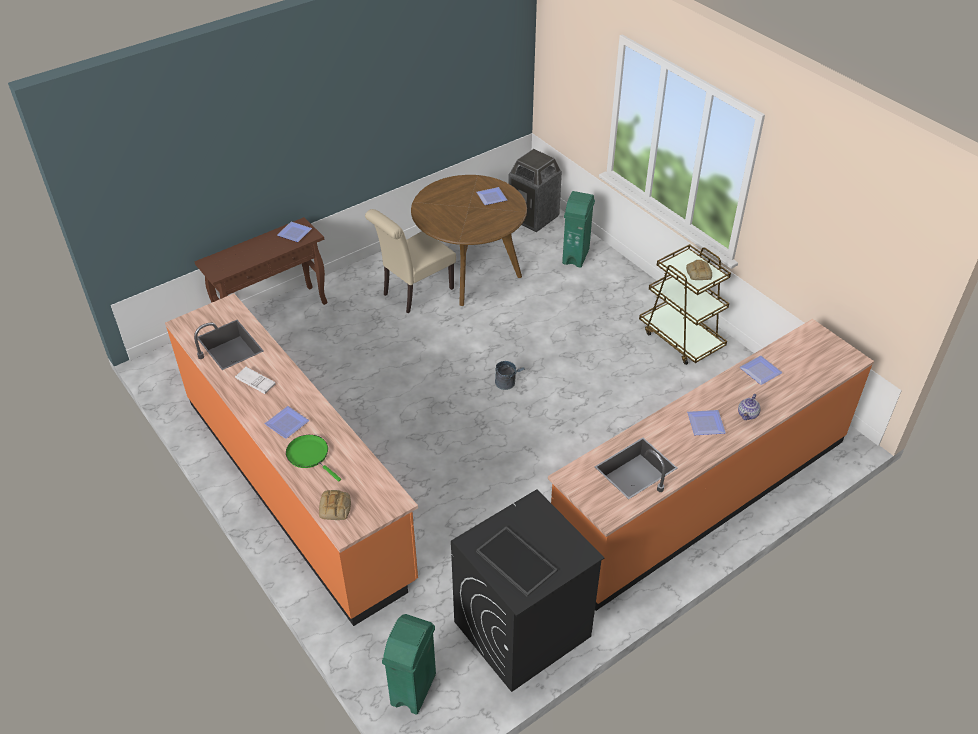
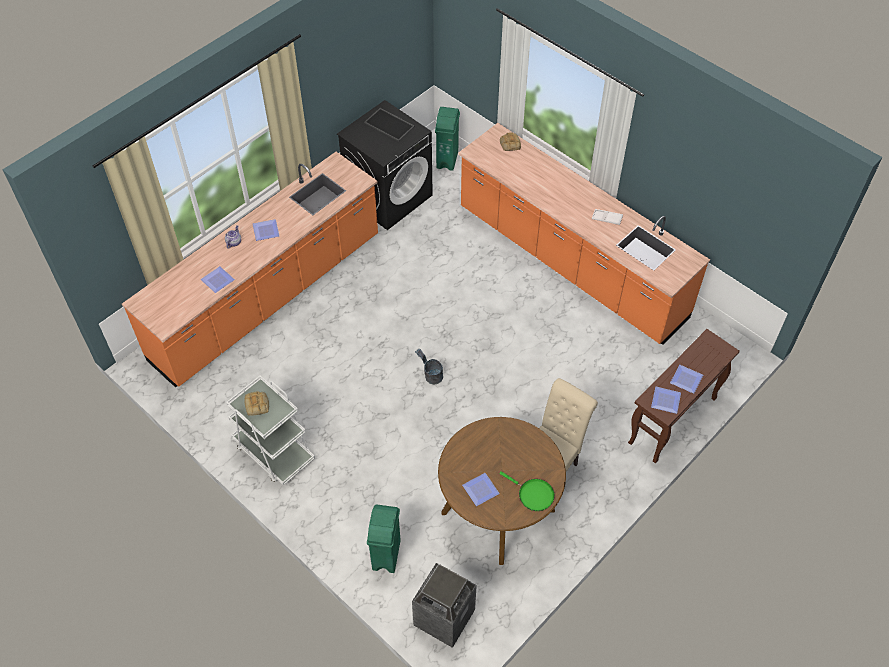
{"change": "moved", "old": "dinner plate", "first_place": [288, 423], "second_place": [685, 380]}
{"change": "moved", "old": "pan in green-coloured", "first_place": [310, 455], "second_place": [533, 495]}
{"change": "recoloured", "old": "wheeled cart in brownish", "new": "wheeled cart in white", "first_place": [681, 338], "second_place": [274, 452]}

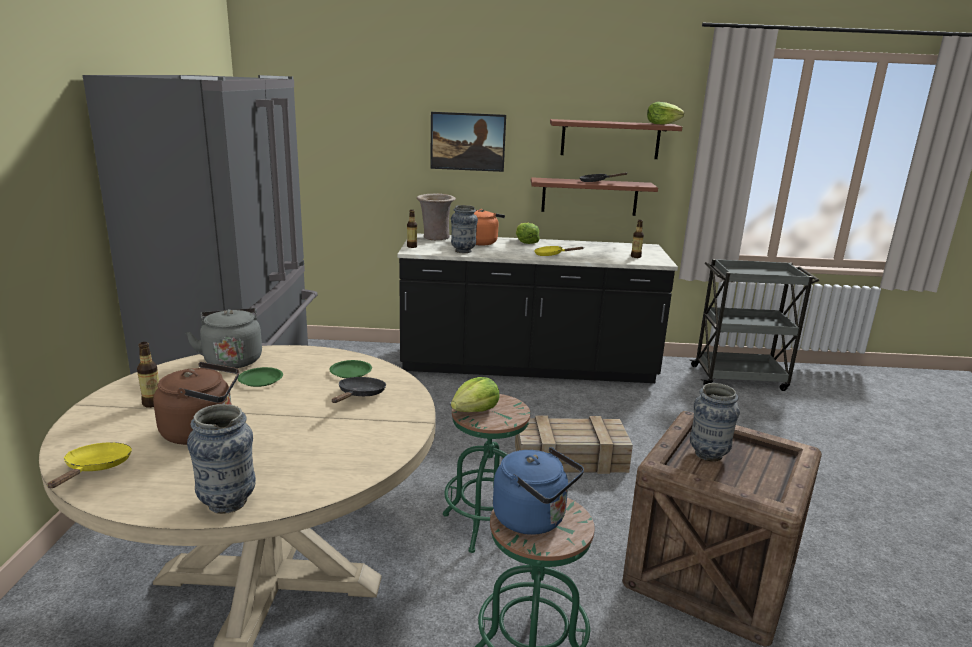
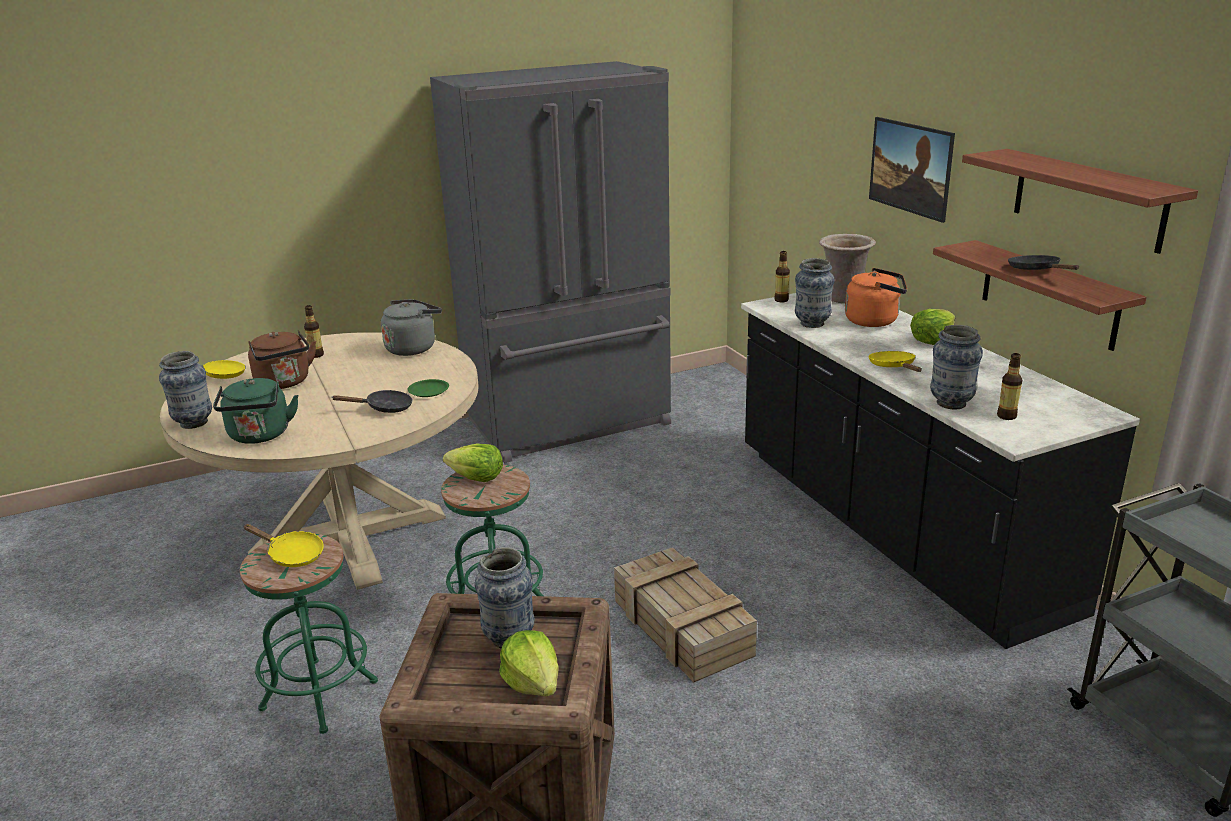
{"change": "removed", "old": "dinner plate in green-coloured", "first_place": [260, 380]}
{"change": "replaced", "old": "water kettle in blue-coloured", "new": "pan in yellow", "first_place": [534, 519], "second_place": [291, 555]}
{"change": "moved", "old": "lettuce", "first_place": [662, 124], "second_place": [533, 682]}
{"change": "added", "new": "water kettle in green-coloured", "second_place": [259, 436]}
{"change": "added", "new": "vase", "second_place": [951, 403]}

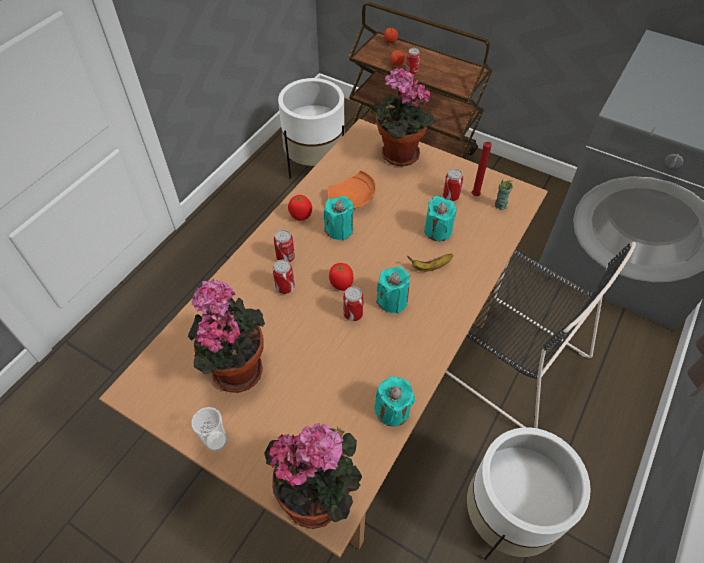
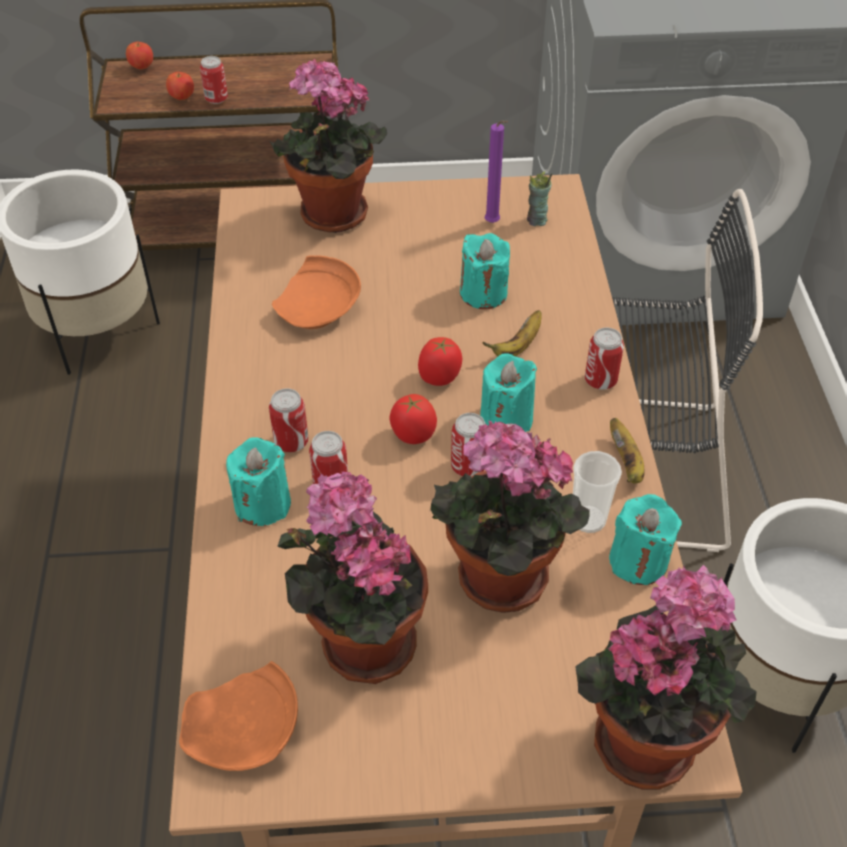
{"change": "moved", "old": "drinking cup", "first_place": [216, 441], "second_place": [588, 519]}
{"change": "moved", "old": "whole tomato", "first_place": [300, 216], "second_place": [440, 378]}
{"change": "moved", "old": "wax candle in turquoise", "first_place": [339, 229], "second_place": [262, 504]}
{"change": "moved", "old": "metal can", "first_place": [450, 196], "second_place": [600, 381]}
{"change": "recoloured", "old": "wax candle in reddish", "new": "wax candle in purple", "first_place": [475, 197], "second_place": [493, 224]}
{"change": "added", "new": "dinner plate in orangey", "second_place": [245, 733]}
{"change": "added", "new": "houseplant", "second_place": [496, 583]}
{"change": "added", "new": "banana", "second_place": [626, 463]}

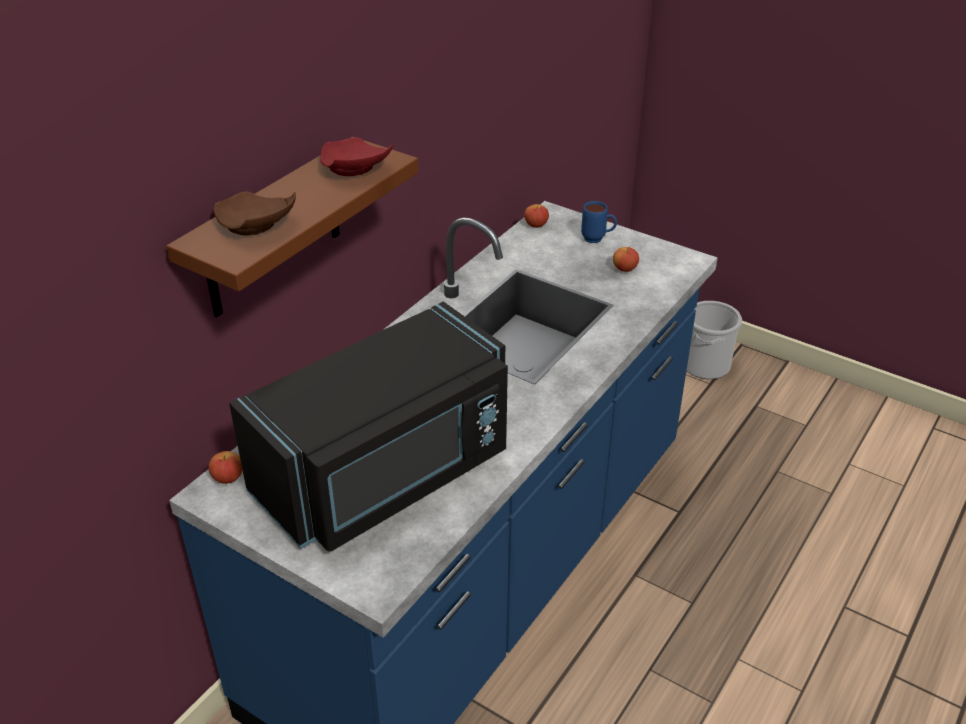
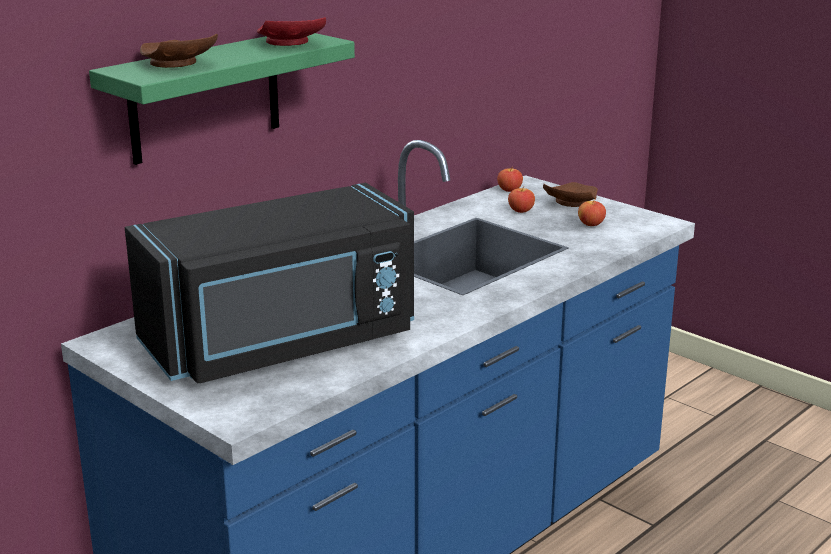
{"change": "recoloured", "old": "shelf in brownish", "new": "shelf in green-coloured", "first_place": [273, 230], "second_place": [205, 97]}
{"change": "moved", "old": "apple", "first_place": [228, 477], "second_place": [521, 210]}
{"change": "replaced", "old": "coffee mug in blue-coloured", "new": "dinner plate in brownish", "first_place": [598, 240], "second_place": [570, 203]}
{"change": "removed", "old": "water bucket", "first_place": [705, 365]}

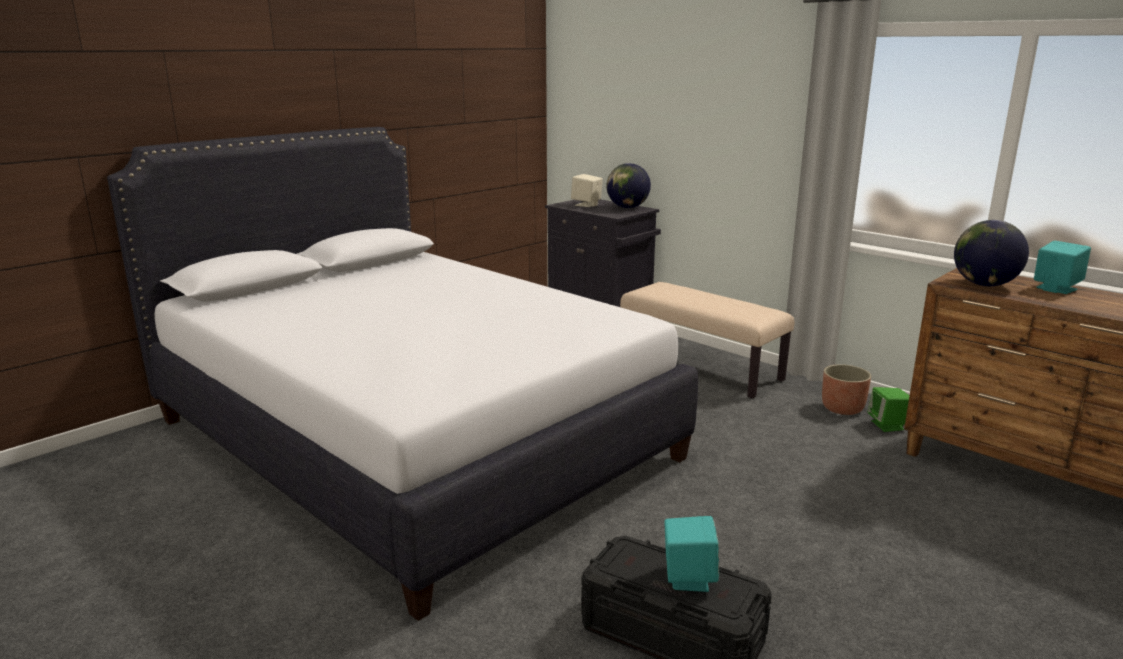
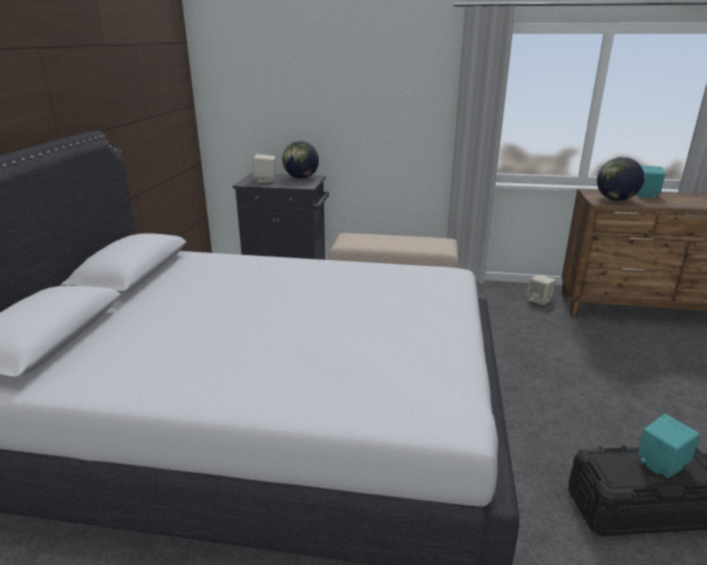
{"change": "removed", "old": "plant pot", "first_place": [842, 409]}
{"change": "recoloured", "old": "speaker in green-coloured", "new": "speaker in beige-coloured", "first_place": [888, 425], "second_place": [539, 300]}

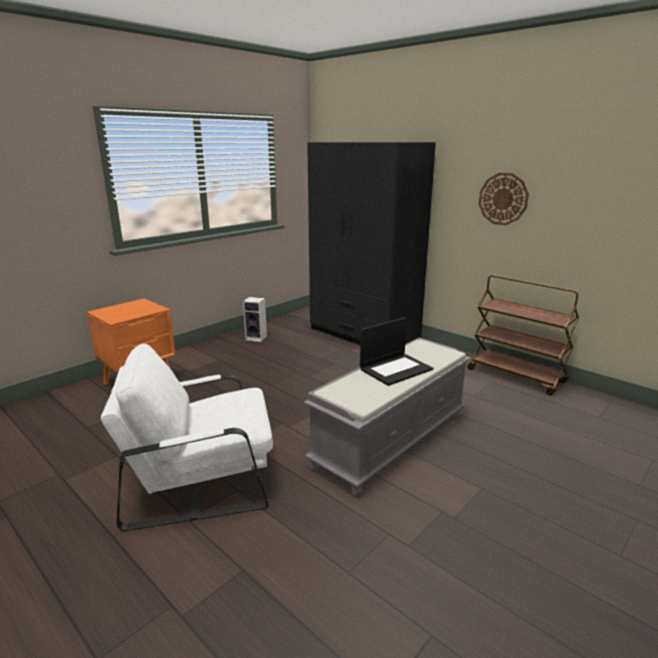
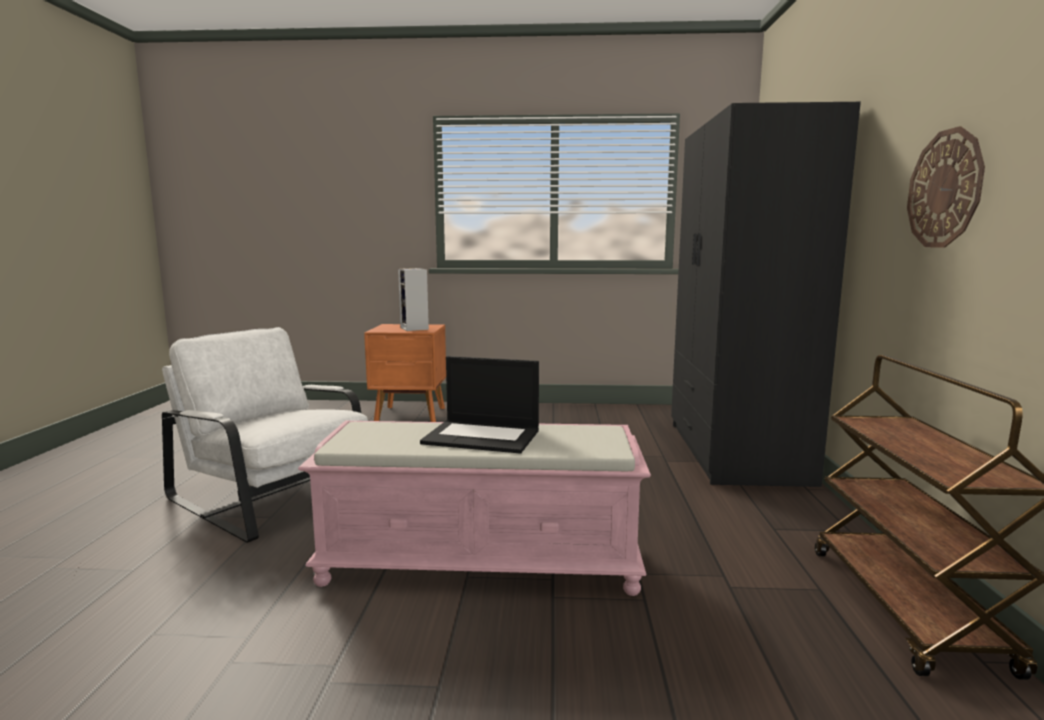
{"change": "moved", "old": "speaker", "first_place": [257, 338], "second_place": [415, 329]}
{"change": "recoloured", "old": "indoor bench in greyish", "new": "indoor bench in pinkish", "first_place": [391, 439], "second_place": [482, 562]}

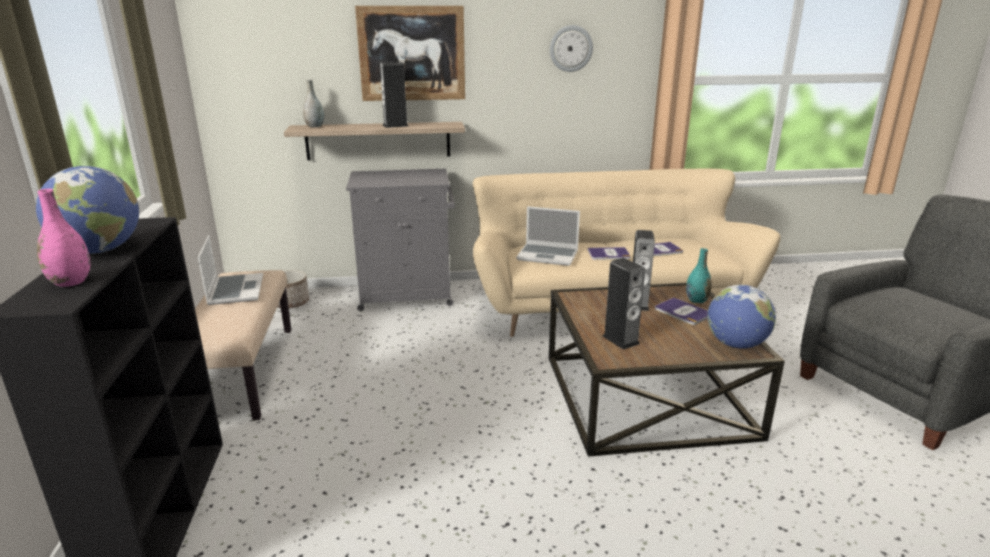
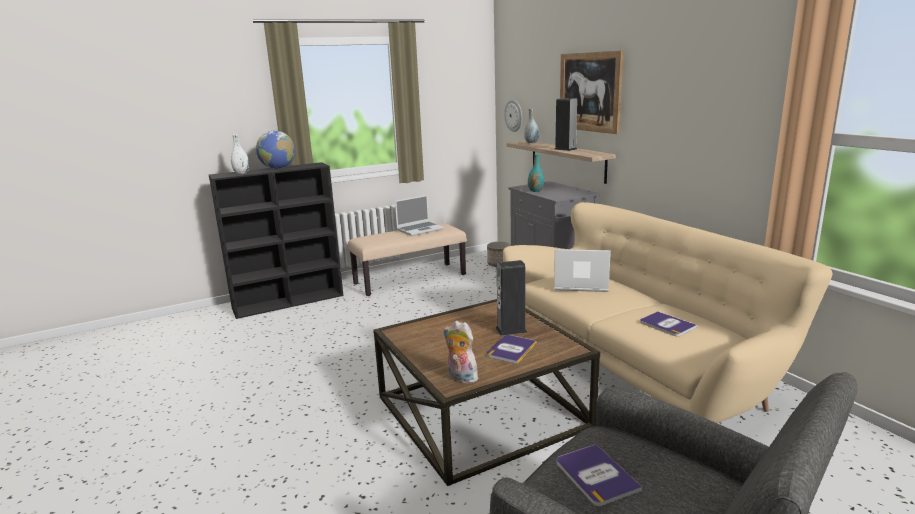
{"change": "recoloured", "old": "vase in pinkish", "new": "vase in white", "first_place": [71, 282], "second_place": [241, 173]}
{"change": "turned", "old": "laptop", "first_place": [548, 255], "second_place": [580, 284], "degrees": 105}
{"change": "moved", "old": "clock on the wall", "first_place": [570, 48], "second_place": [514, 115]}
{"change": "moved", "old": "bound book", "first_place": [608, 254], "second_place": [596, 475]}
{"change": "removed", "old": "speaker", "first_place": [620, 340]}
{"change": "moved", "old": "vase in turquoise", "first_place": [697, 300], "second_place": [535, 191]}
{"change": "replaced", "old": "desk globe", "new": "cuddly toy", "first_place": [736, 344], "second_place": [460, 378]}

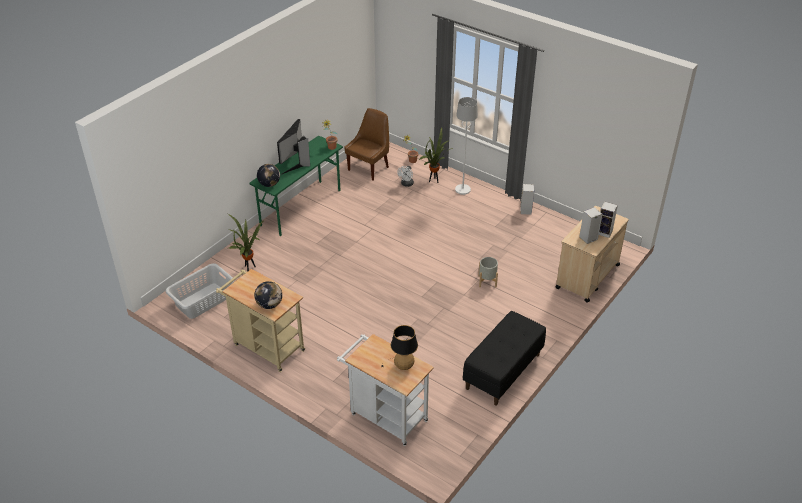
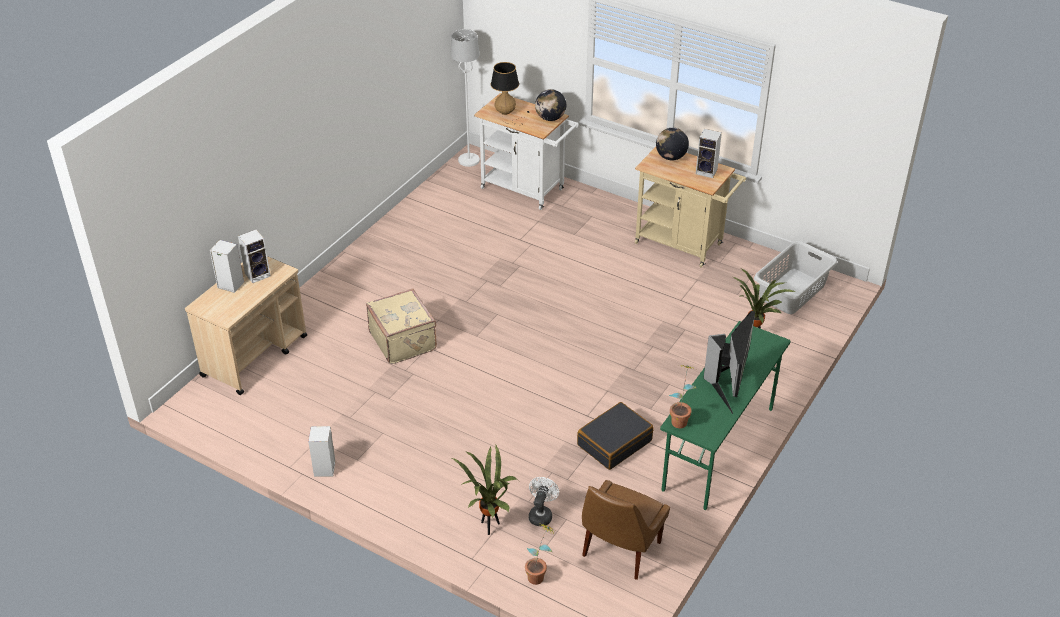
{"change": "moved", "old": "desk globe", "first_place": [269, 184], "second_place": [550, 118]}
{"change": "moved", "old": "standard lamp in white", "first_place": [462, 190], "second_place": [468, 160]}
{"change": "removed", "old": "indoor bench in black", "first_place": [503, 372]}
{"change": "replaced", "old": "plant pot in greyish", "new": "suitcase in beige-coloured", "first_place": [487, 281], "second_place": [403, 340]}
{"change": "added", "new": "suitcase in black", "second_place": [614, 442]}
{"change": "added", "new": "speaker", "second_place": [707, 171]}

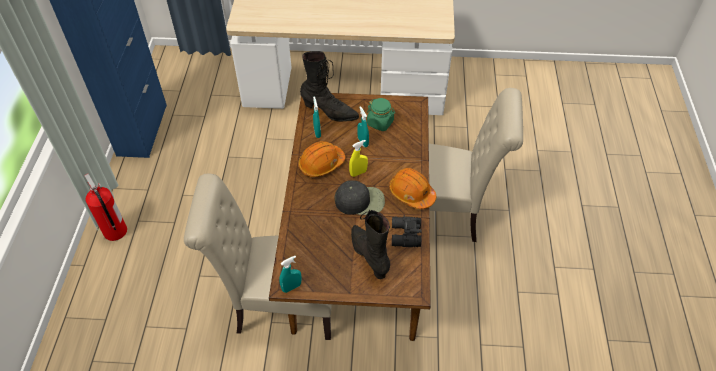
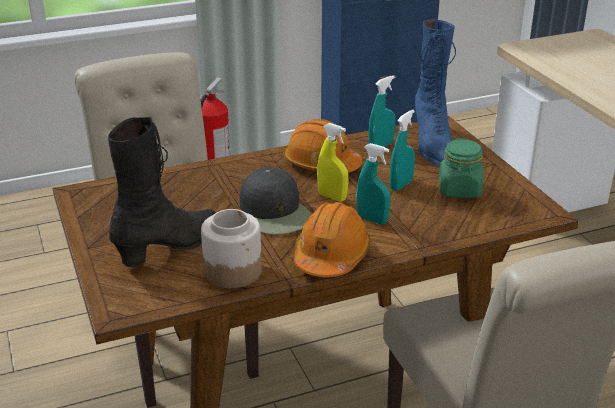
{"change": "moved", "old": "sprayer in turquoise", "first_place": [291, 287], "second_place": [372, 220]}
{"change": "recoloured", "old": "boot in black", "new": "boot in blue-coloured", "first_place": [329, 112], "second_place": [432, 144]}
{"change": "replaced", "old": "pair of binoculars in black", "new": "preserve jar", "first_place": [405, 235], "second_place": [233, 271]}

